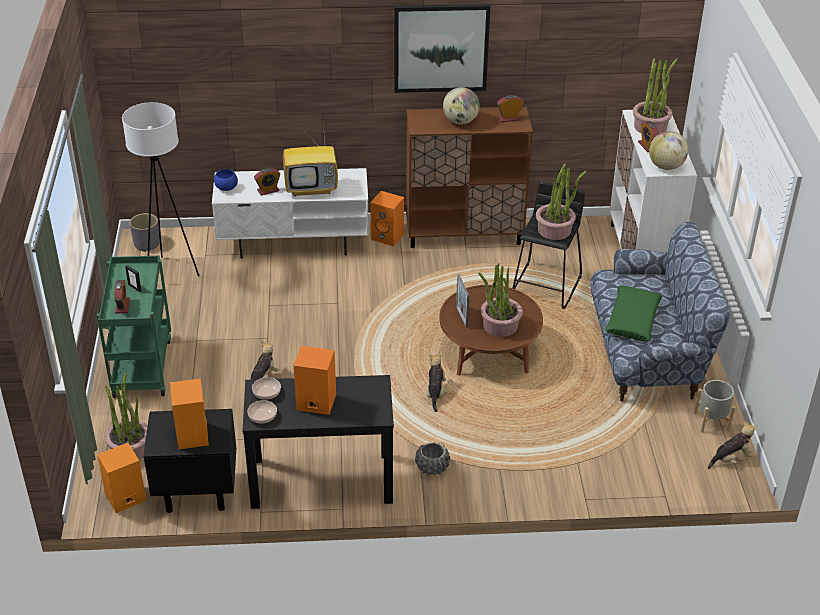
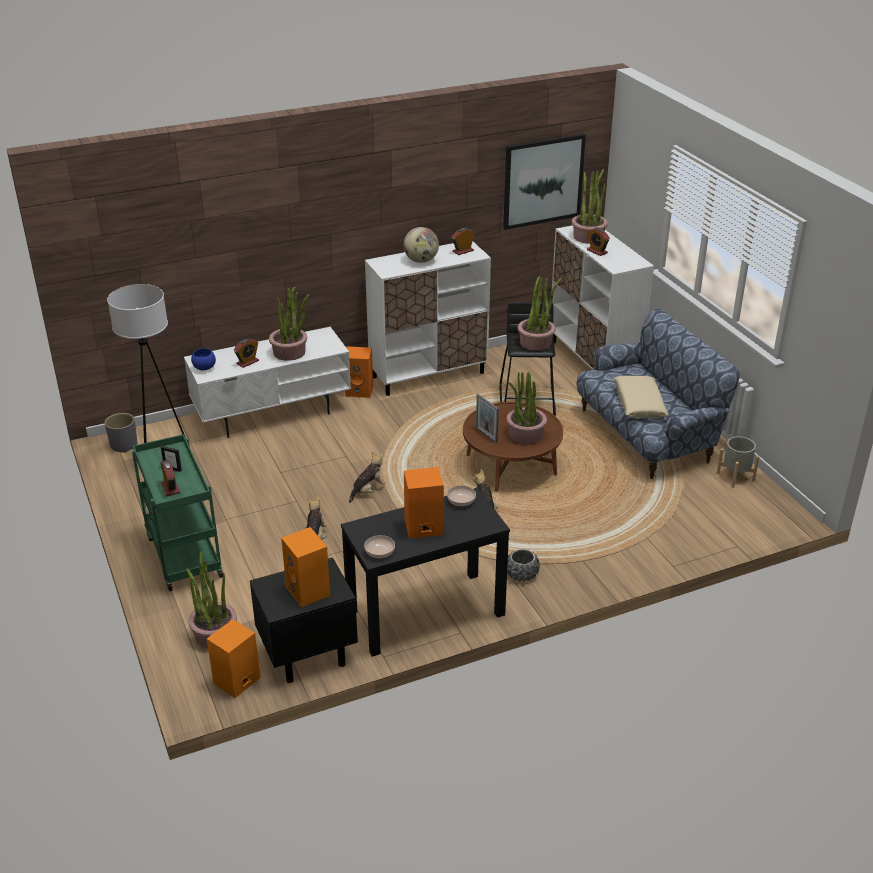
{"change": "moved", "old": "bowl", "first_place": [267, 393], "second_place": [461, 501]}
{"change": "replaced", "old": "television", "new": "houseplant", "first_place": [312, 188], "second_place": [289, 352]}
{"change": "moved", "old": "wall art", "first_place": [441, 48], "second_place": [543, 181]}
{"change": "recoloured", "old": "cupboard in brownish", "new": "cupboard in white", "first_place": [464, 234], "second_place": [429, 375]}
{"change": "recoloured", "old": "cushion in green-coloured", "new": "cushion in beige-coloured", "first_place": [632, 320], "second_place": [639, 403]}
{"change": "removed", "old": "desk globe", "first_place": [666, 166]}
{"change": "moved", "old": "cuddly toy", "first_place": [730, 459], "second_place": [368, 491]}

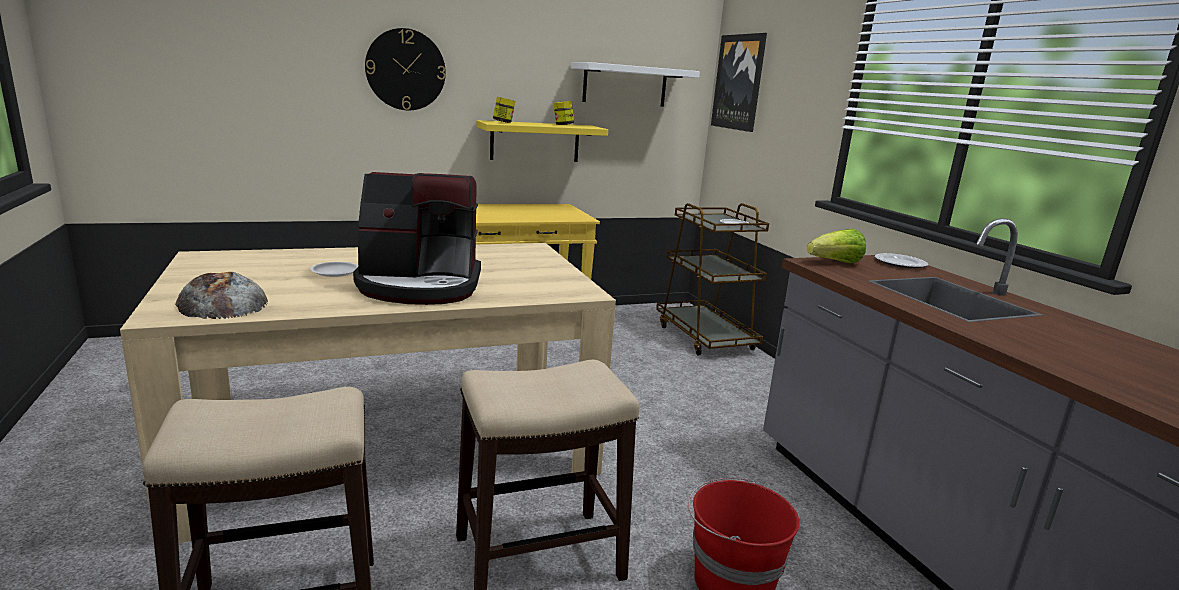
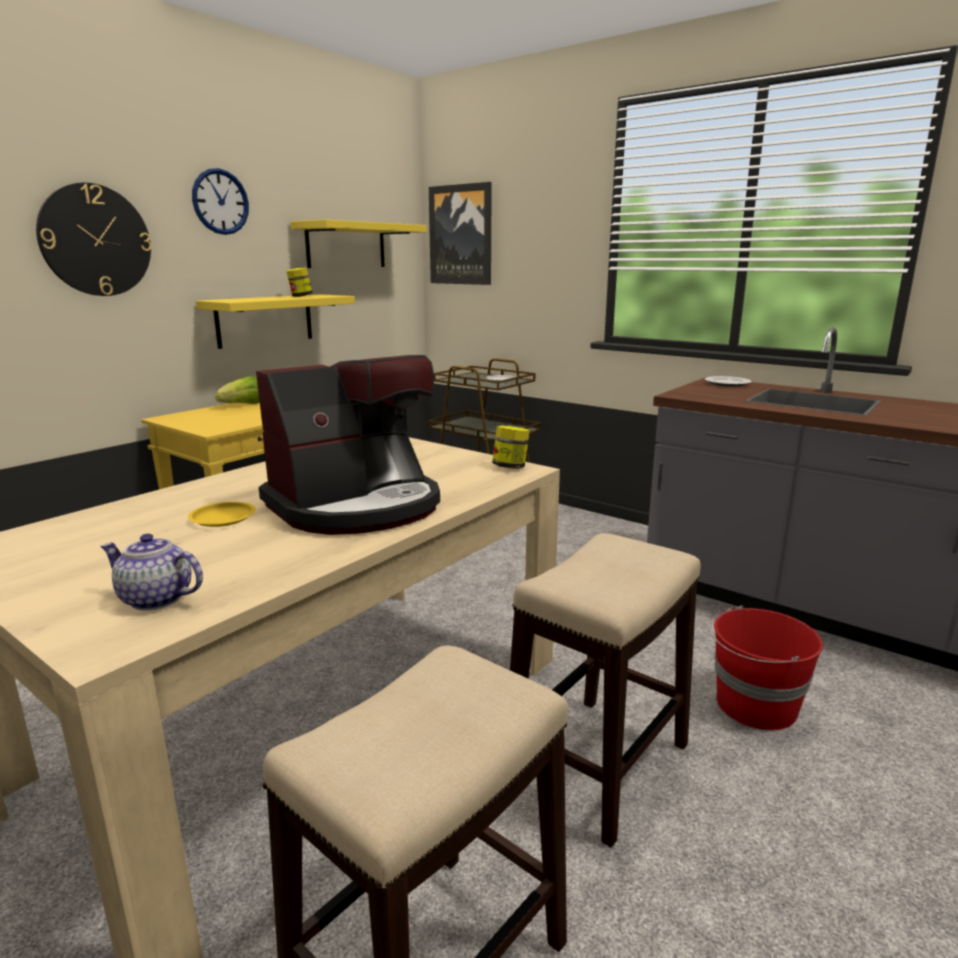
{"change": "replaced", "old": "bakery bread", "new": "teapot", "first_place": [221, 302], "second_place": [155, 599]}
{"change": "recoloured", "old": "dinner plate in white", "new": "dinner plate in yellow", "first_place": [335, 272], "second_place": [222, 518]}
{"change": "moved", "old": "preserve jar", "first_place": [503, 122], "second_place": [510, 467]}
{"change": "recoloured", "old": "shelf in white", "new": "shelf in yellow", "first_place": [625, 85], "second_place": [346, 246]}
{"change": "moved", "old": "lettuce", "first_place": [835, 263], "second_place": [244, 405]}
{"change": "added", "new": "clock on the wall", "second_place": [220, 202]}

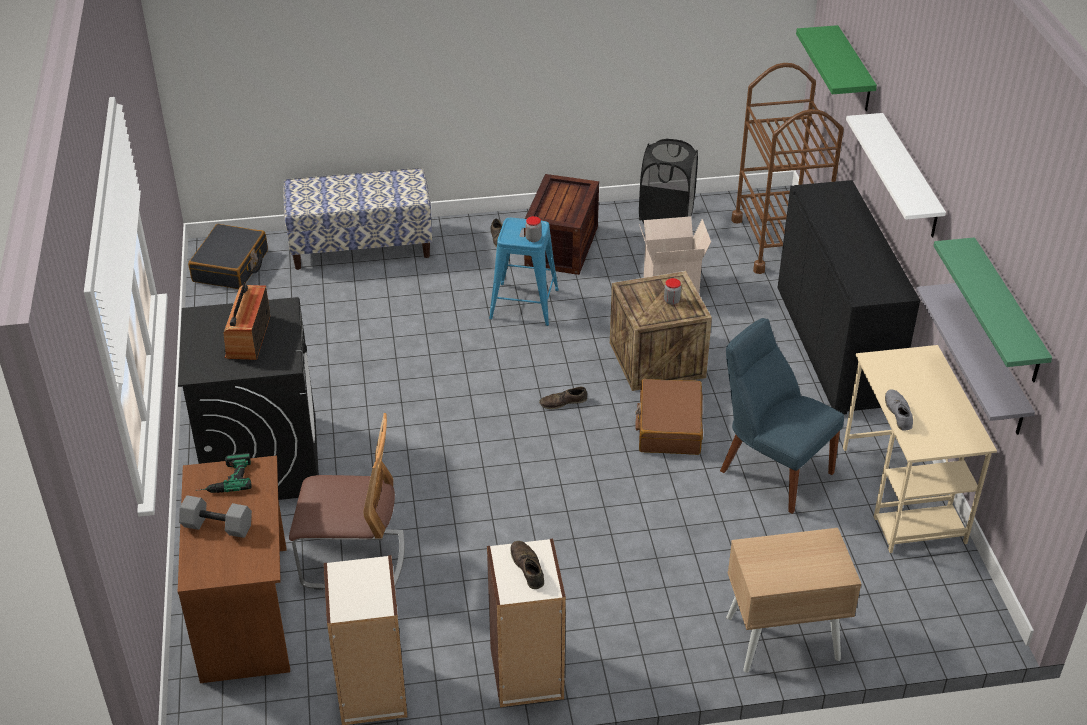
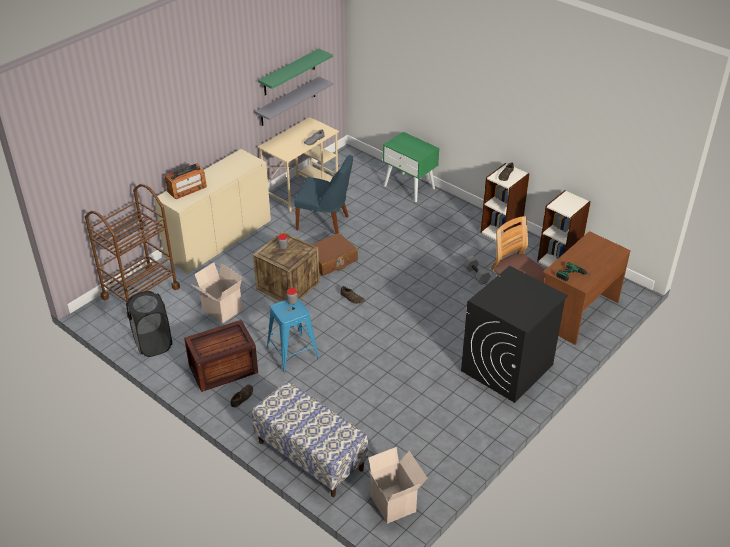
{"change": "moved", "old": "free weight in greyish", "first_place": [216, 527], "second_place": [477, 275]}
{"change": "replaced", "old": "suitcase in black", "new": "packing box", "first_place": [231, 266], "second_place": [394, 503]}
{"change": "moved", "old": "radio set", "first_place": [248, 337], "second_place": [187, 189]}
{"change": "turned", "old": "upright chair in blue-coloured", "first_place": [771, 470], "second_place": [325, 223], "degrees": -75}
{"change": "recoloured", "old": "nightstand in beige-coloured", "new": "nightstand in green-coloured", "first_place": [782, 638], "second_place": [409, 187]}
{"change": "recoloured", "old": "cupboard in black", "new": "cupboard in beige-coloured", "first_place": [834, 346], "second_place": [219, 240]}
{"change": "removed", "old": "shelf in green-coloured", "first_place": [854, 70]}
{"change": "removed", "old": "shelf in white", "first_place": [909, 177]}

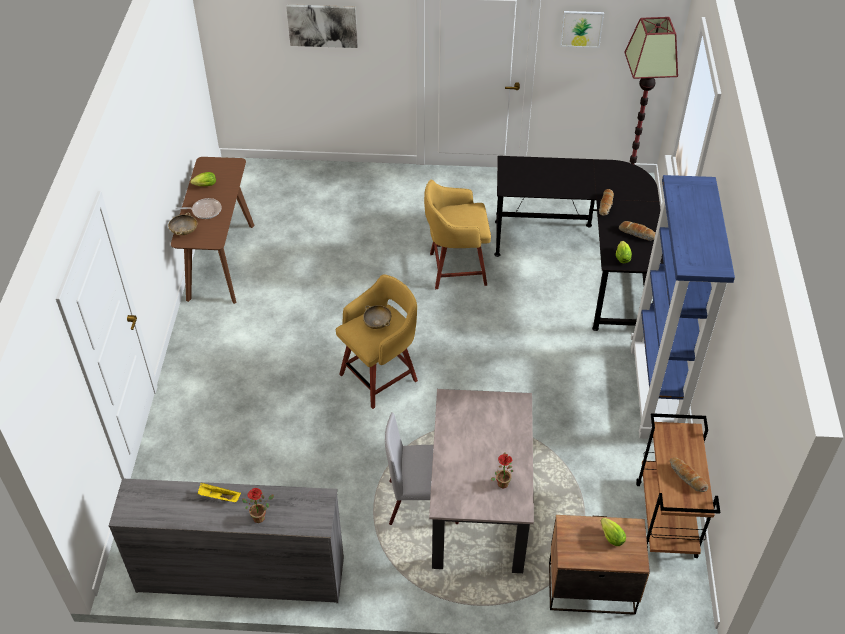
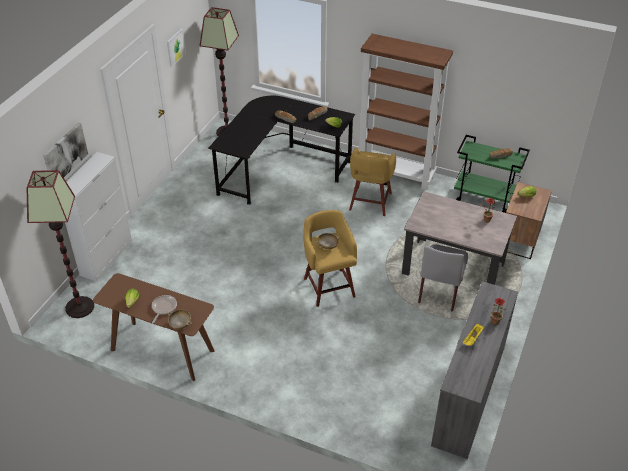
{"change": "moved", "old": "stool in yellow", "first_place": [455, 269], "second_place": [369, 202]}
{"change": "recoloured", "old": "shelving unit in blue-coloured", "new": "shelving unit in brownish", "first_place": [655, 392], "second_place": [396, 174]}
{"change": "recoloured", "old": "wheeled cart in brownish", "new": "wheeled cart in green-coloured", "first_place": [666, 520], "second_place": [485, 198]}
{"change": "added", "new": "standard lamp", "second_place": [79, 307]}
{"change": "added", "new": "cupboard in white", "second_place": [106, 257]}

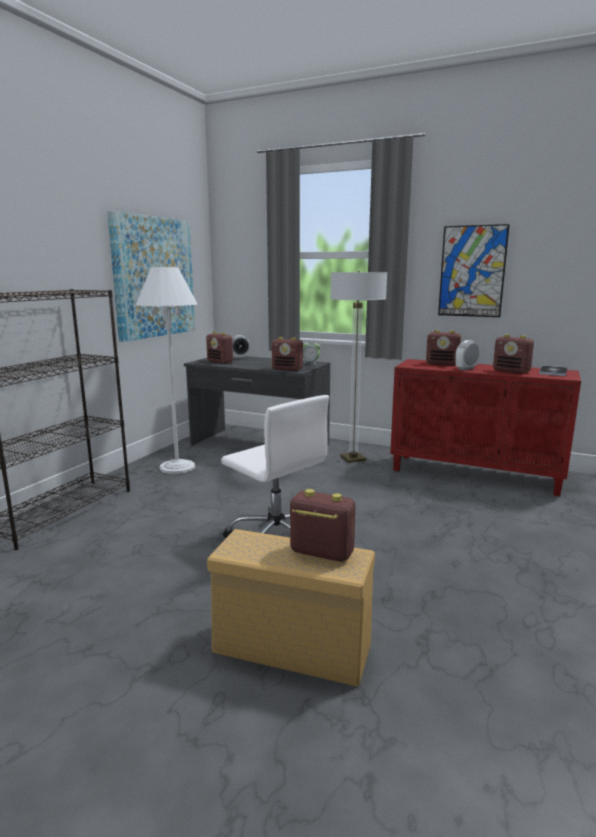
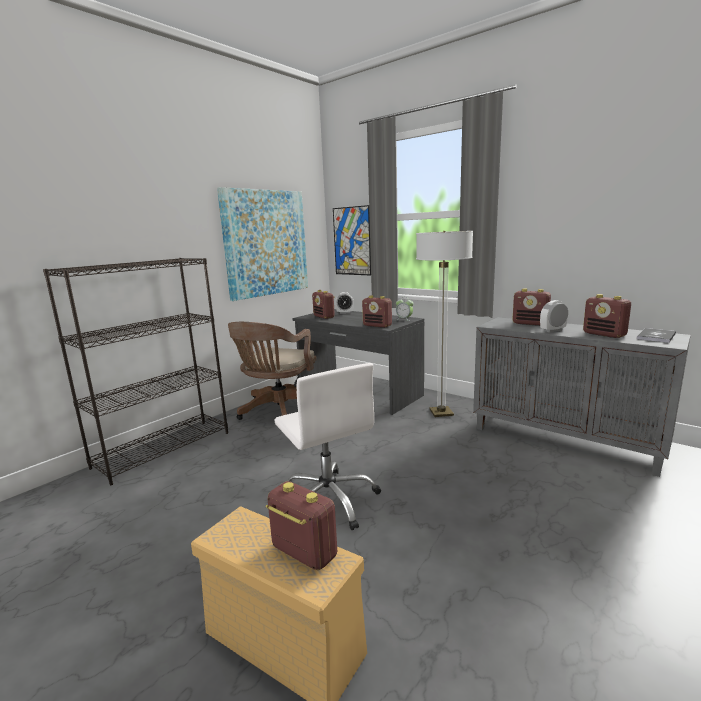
{"change": "replaced", "old": "standard lamp in white", "new": "desk chair in brownish", "first_place": [177, 467], "second_place": [278, 412]}
{"change": "recoloured", "old": "cupboard in reddish", "new": "cupboard in greyish", "first_place": [476, 474], "second_place": [565, 440]}
{"change": "moved", "old": "wall art", "first_place": [472, 271], "second_place": [352, 241]}

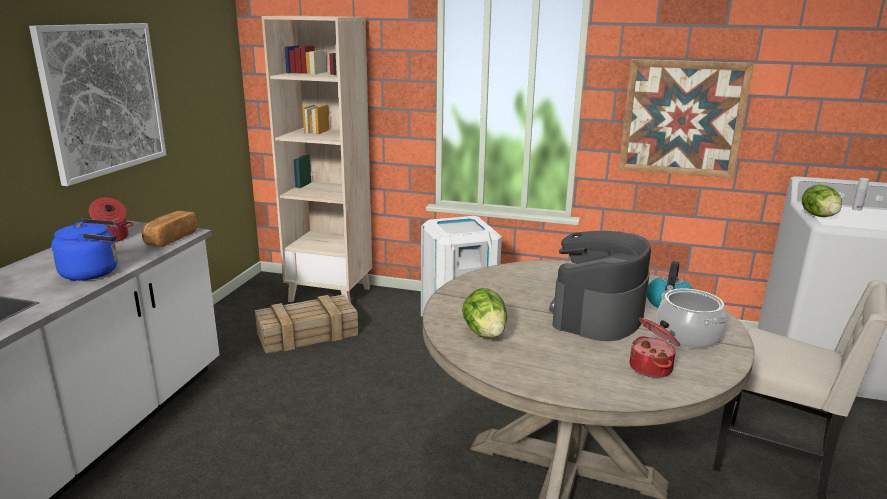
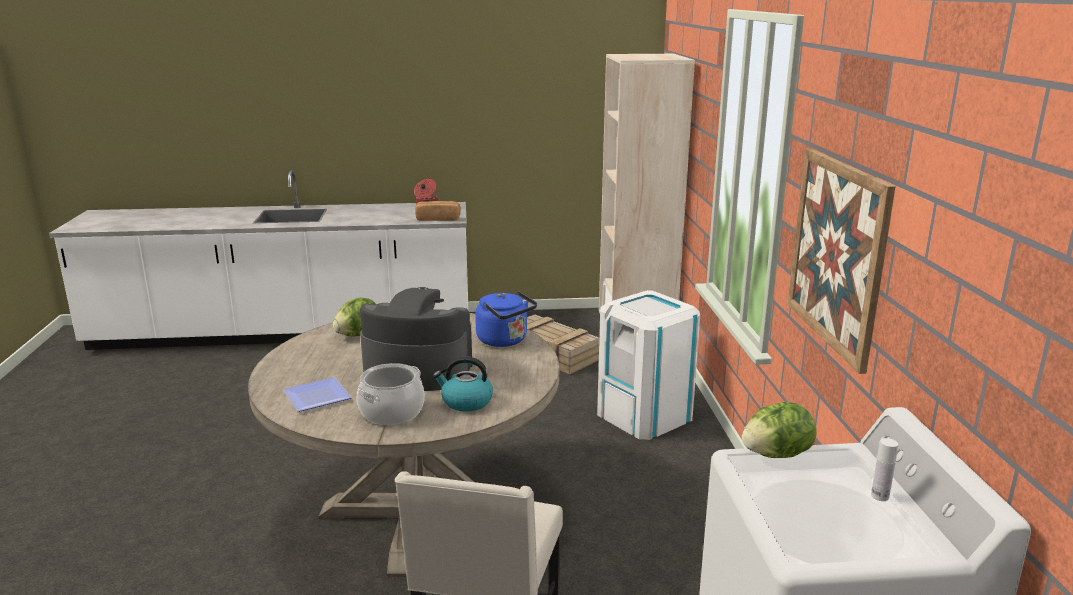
{"change": "removed", "old": "wall art", "first_place": [104, 99]}
{"change": "moved", "old": "water kettle in blue-coloured", "first_place": [94, 272], "second_place": [505, 341]}
{"change": "replaced", "old": "saucepot", "new": "dinner plate", "first_place": [651, 368], "second_place": [319, 397]}

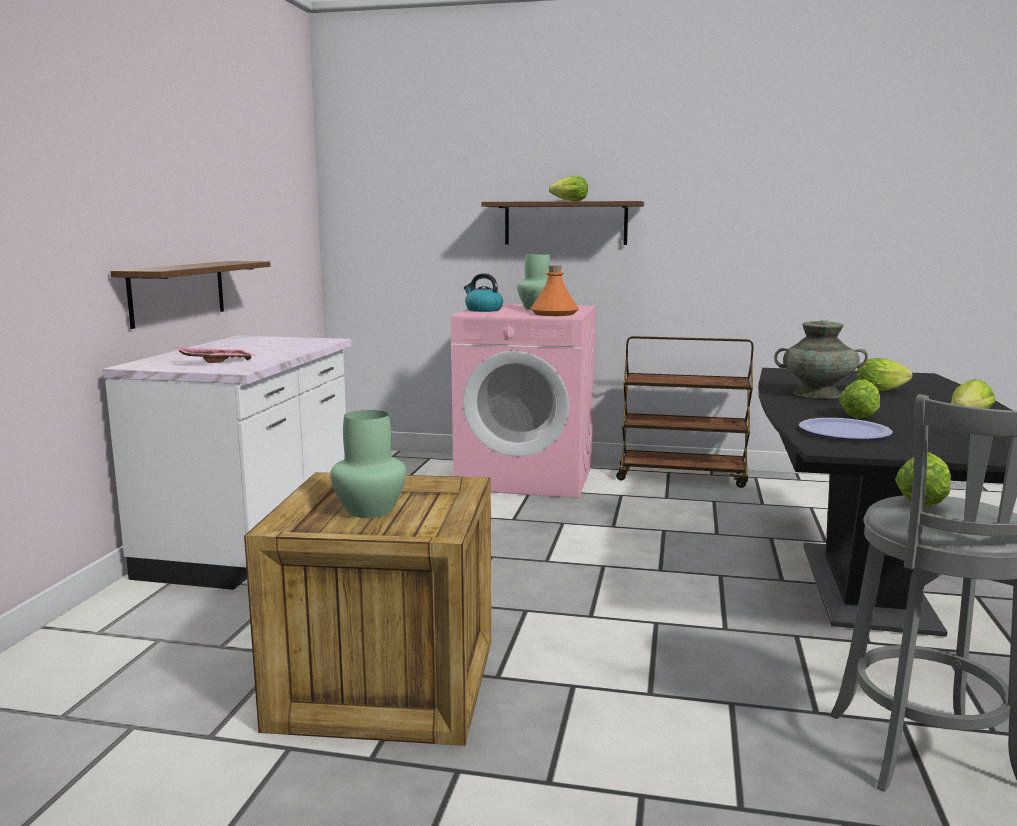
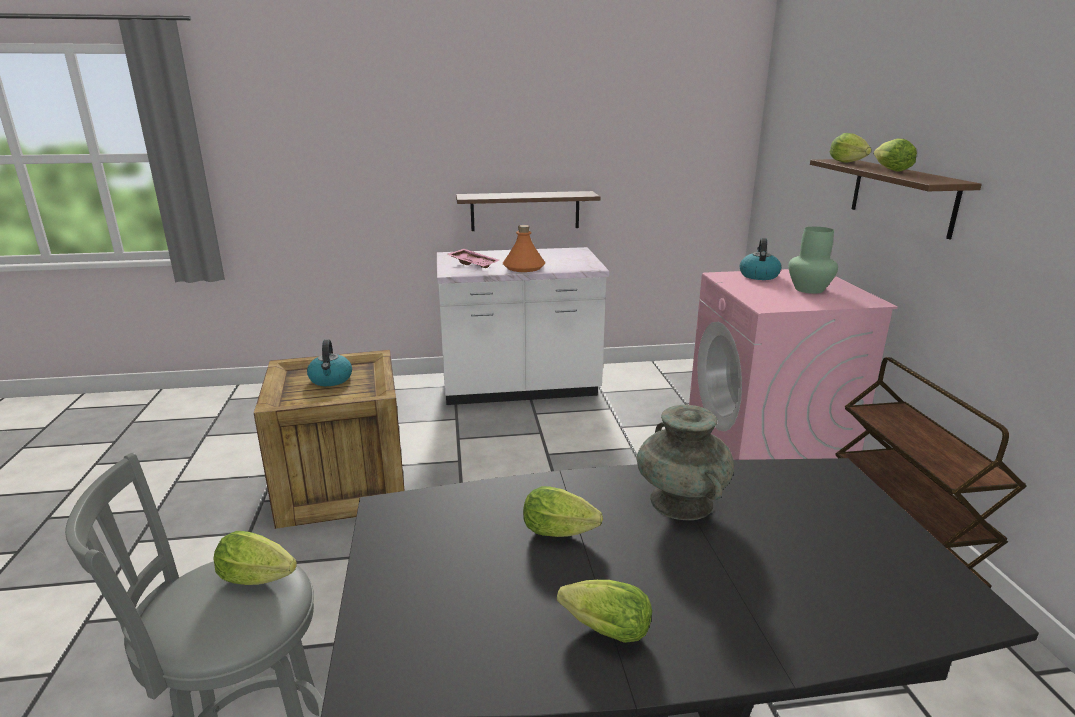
{"change": "replaced", "old": "vase in green-coloured", "new": "water kettle", "first_place": [369, 510], "second_place": [331, 379]}
{"change": "moved", "old": "bottle in orangey", "first_place": [554, 314], "second_place": [524, 267]}
{"change": "removed", "old": "dinner plate", "first_place": [844, 432]}
{"change": "moved", "old": "lettuce", "first_place": [883, 390], "second_place": [849, 163]}

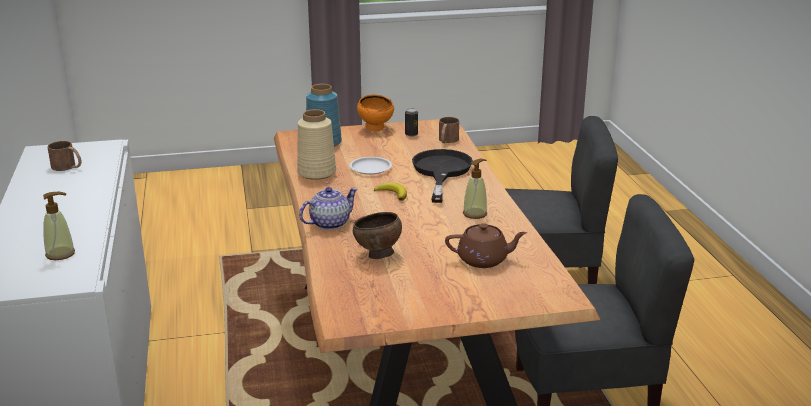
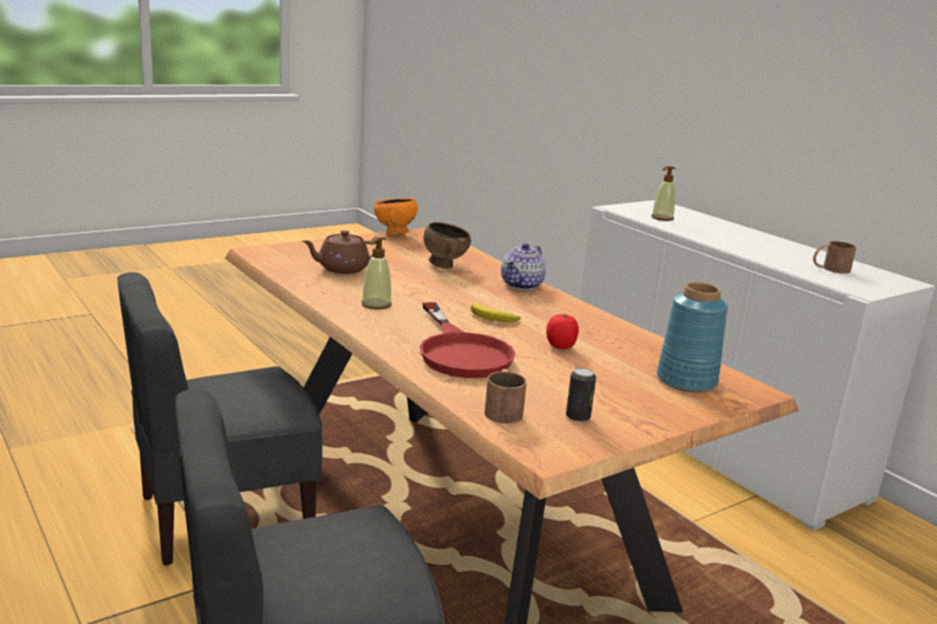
{"change": "removed", "old": "vase in beige-coloured", "first_place": [316, 172]}
{"change": "replaced", "old": "dinner plate in white", "new": "whole tomato", "first_place": [370, 168], "second_place": [561, 346]}
{"change": "moved", "old": "bowl in orangey", "first_place": [376, 129], "second_place": [394, 234]}
{"change": "recoloured", "old": "pan in black", "new": "pan in reddish", "first_place": [441, 171], "second_place": [461, 352]}

